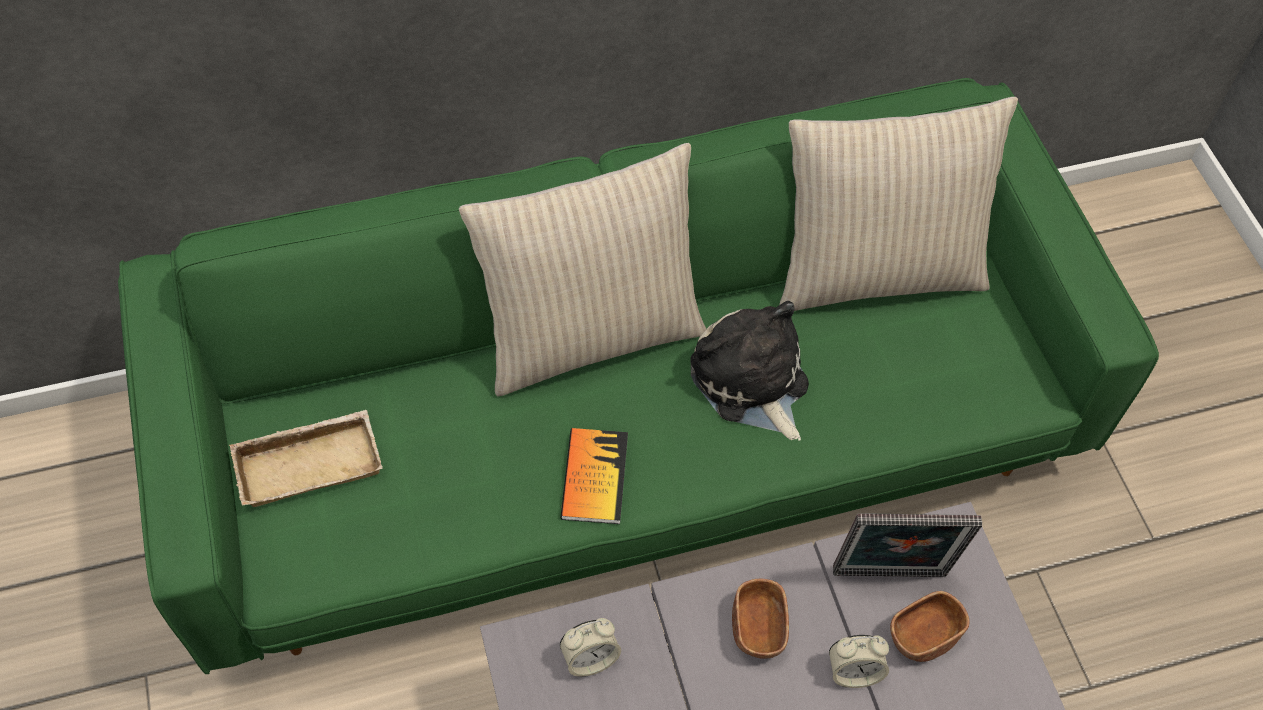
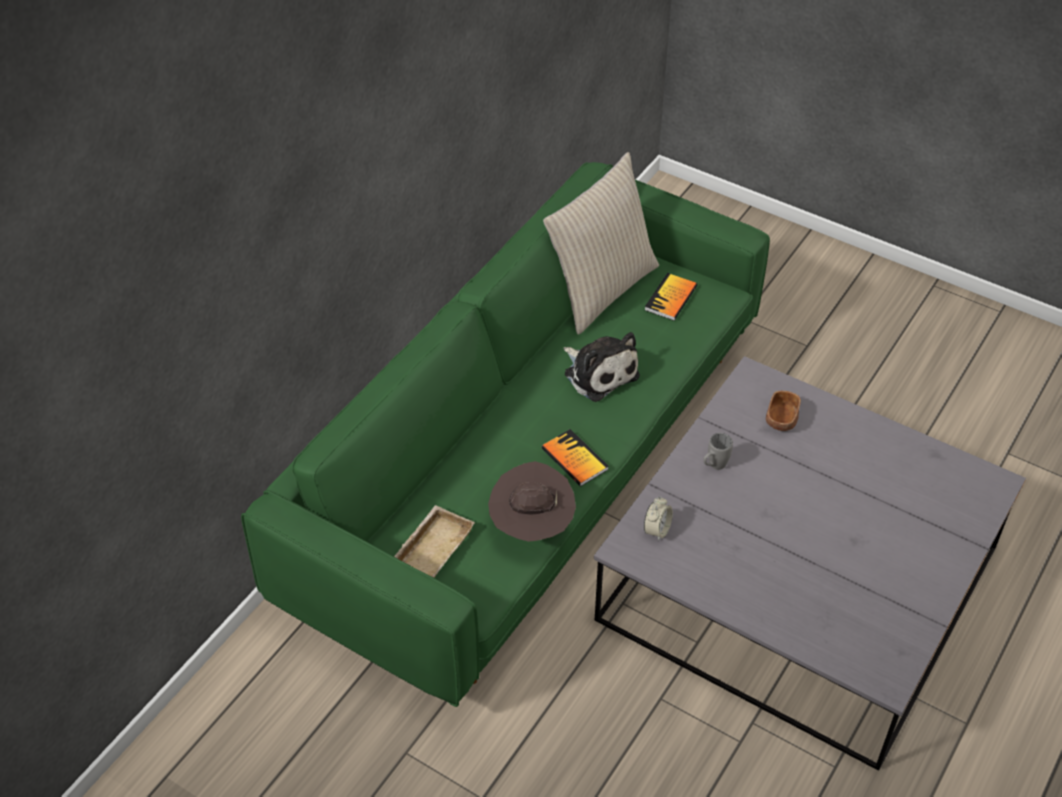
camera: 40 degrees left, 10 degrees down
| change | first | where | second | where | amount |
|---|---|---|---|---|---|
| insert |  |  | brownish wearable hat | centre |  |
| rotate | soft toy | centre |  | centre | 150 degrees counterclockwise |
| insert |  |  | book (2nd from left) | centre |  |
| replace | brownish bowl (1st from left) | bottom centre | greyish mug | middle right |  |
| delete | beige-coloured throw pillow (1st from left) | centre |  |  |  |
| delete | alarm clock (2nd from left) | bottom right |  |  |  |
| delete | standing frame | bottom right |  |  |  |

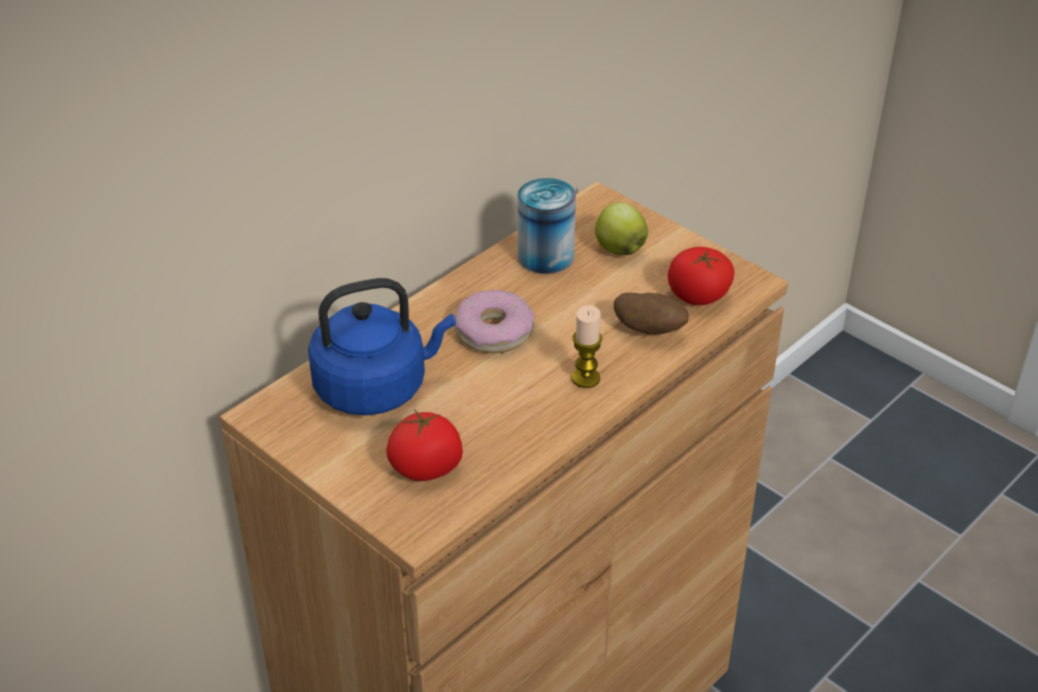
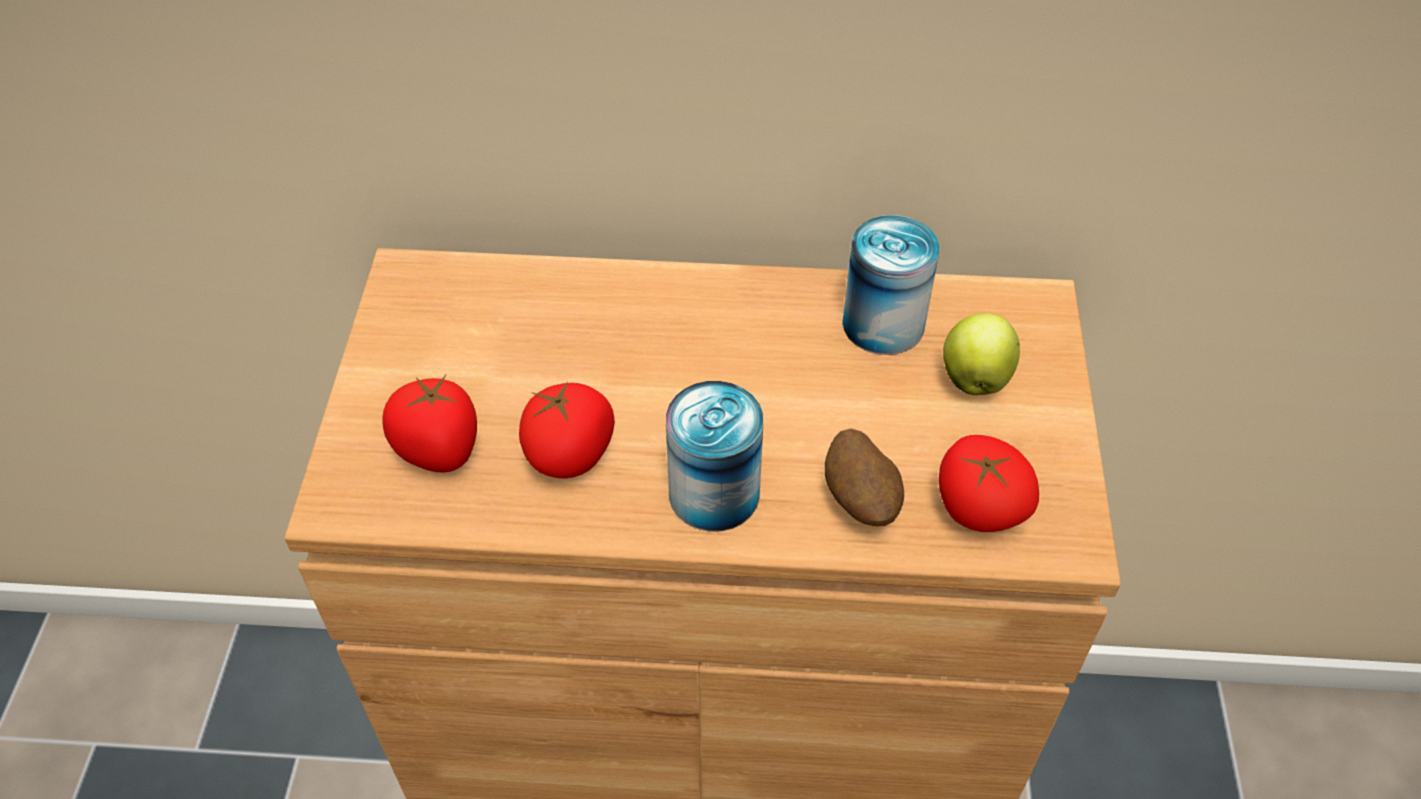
camera: 50 degrees right, 10 degrees up
| change | first | where | second | where | amount |
|---|---|---|---|---|---|
| insert |  |  | tomato (2nd from left) | centre |  |
| replace | wax light | centre | sealed can (1st from left) | centre |  |
| delete | blue water kettle | centre |  |  |  |
| delete | ring doughnut | centre |  |  |  |

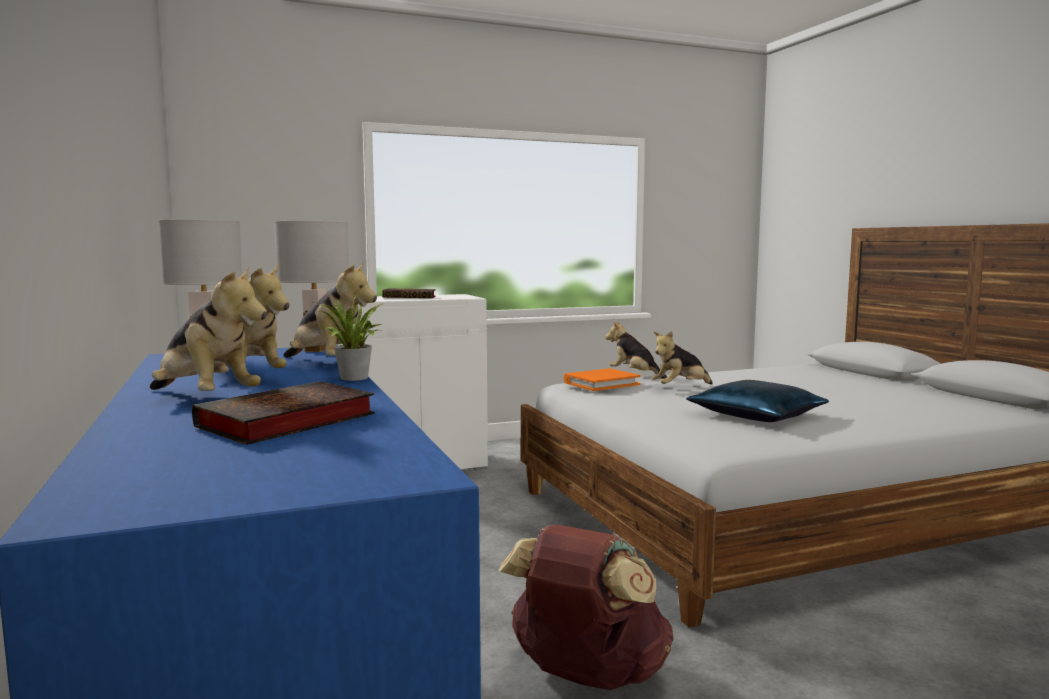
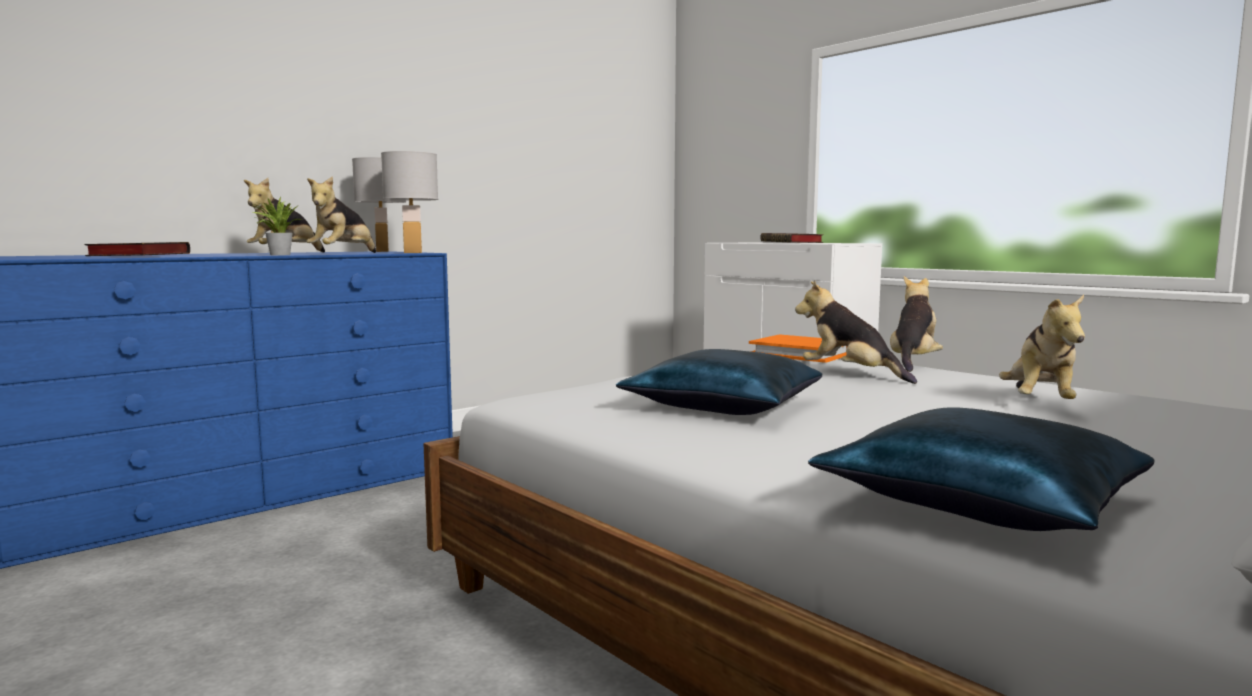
camera: 70 degrees right, 0 degrees up
| change | first | where | second | where | amount |
|---|---|---|---|---|---|
| insert |  |  | blue throw pillow (2nd from left) | bottom right |  |
| move | soft toy (1st from left in the first image) | middle left | soft toy (5th from left) | middle right |  |
| delete | brownish backpack | bottom centre |  |  |  |

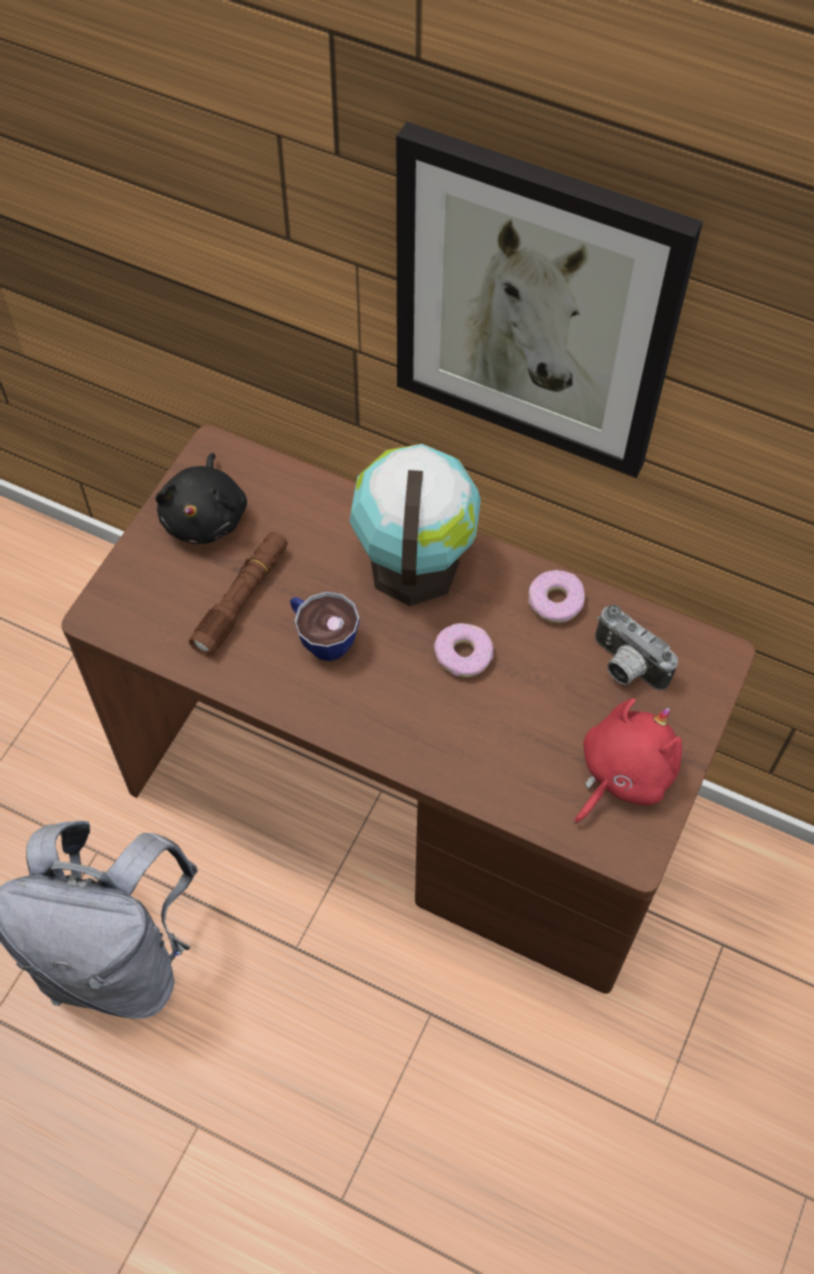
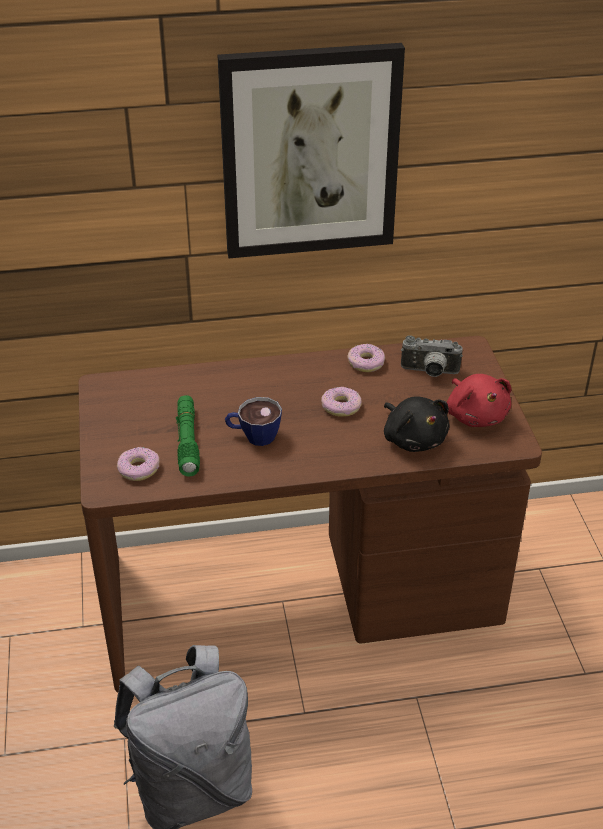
camera: 35 degrees left, 20 degrees down
| change | first | where | second | where | amount |
|---|---|---|---|---|---|
| insert |  |  | ring doughnut (1st from left) | middle left |  |
| recolor | brownish flashlight | middle left | green flashlight | middle left |  |
| move | black-coloured soft toy | middle left |  | middle right |  |
| rotate | red-coloured soft toy | middle right |  | middle right | 150 degrees clockwise |
| delete | desk globe | centre |  |  |  |

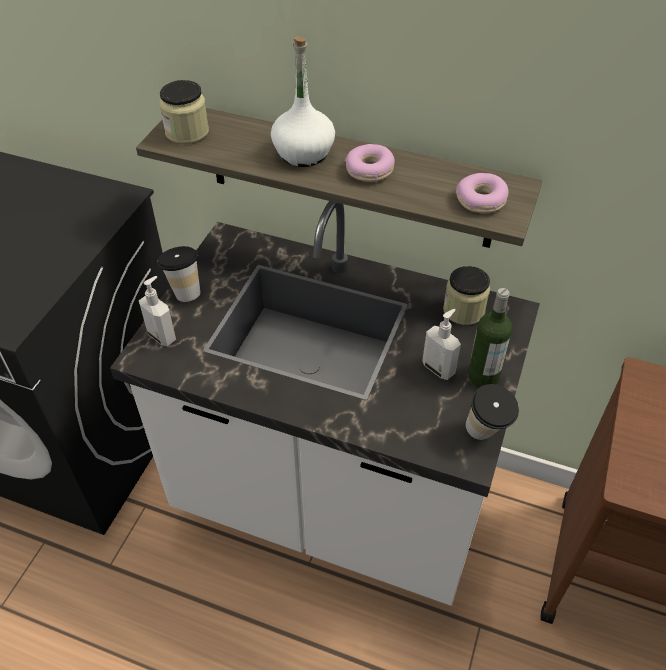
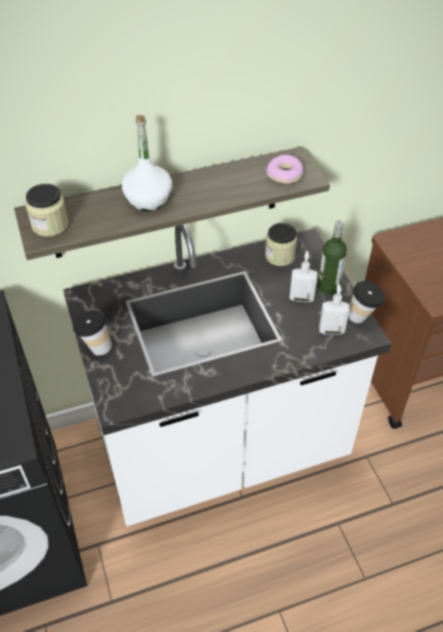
camera: 40 degrees left, 0 degrees up
| change | first | where | second | where | amount |
|---|---|---|---|---|---|
| move | soap bottle (1st from left in the first image) | middle left | soap bottle (2nd from left) | middle right |  |
| delete | ring doughnut (1st from left) | top centre |  |  |  |

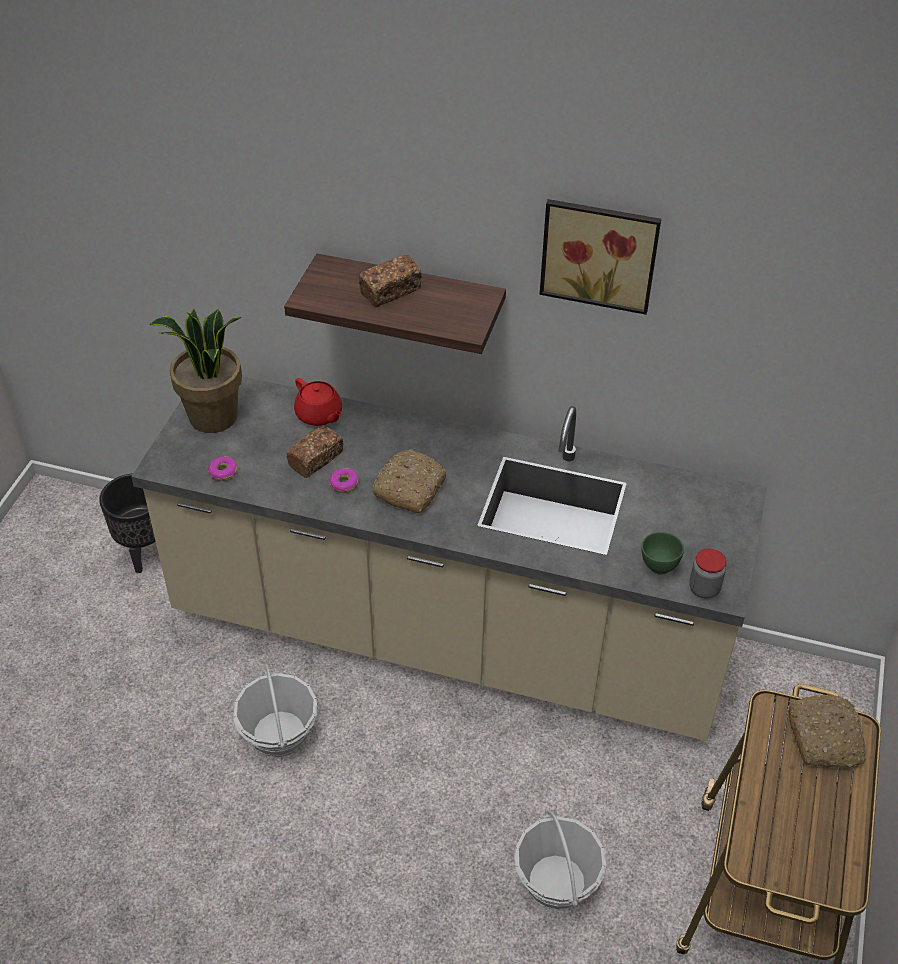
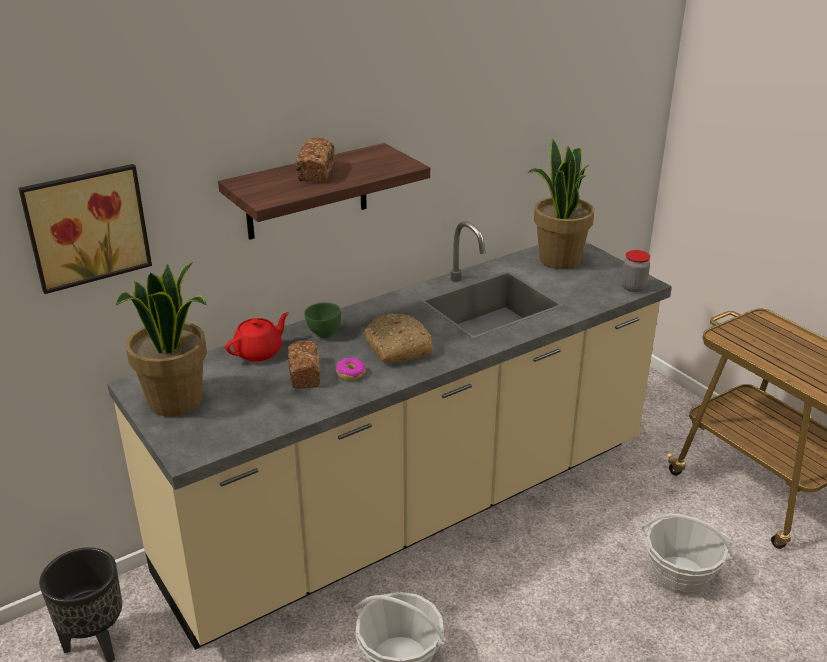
camera: 50 degrees left, 15 degrees down
| change | first | where | second | where | amount |
|---|---|---|---|---|---|
| move | wall picture | top right |  | middle left |  |
| rotate | red-coloured pot for tea | centre |  | middle left | 45 degrees counterclockwise |
| move | green bowl | middle right |  | centre |  |
| insert |  |  | plant in a pot (2nd from left) | top right |  |
| delete | ring doughnut (1st from left) | middle left |  |  |  |
| delete | bread (4th from left) | bottom right |  |  |  |

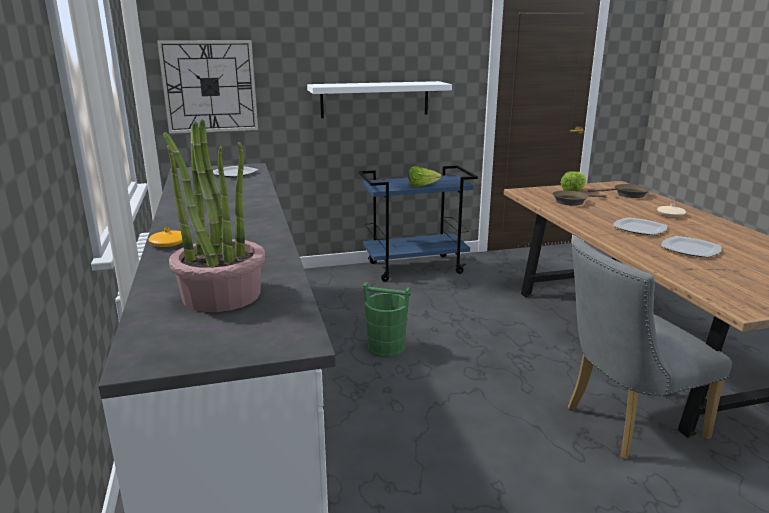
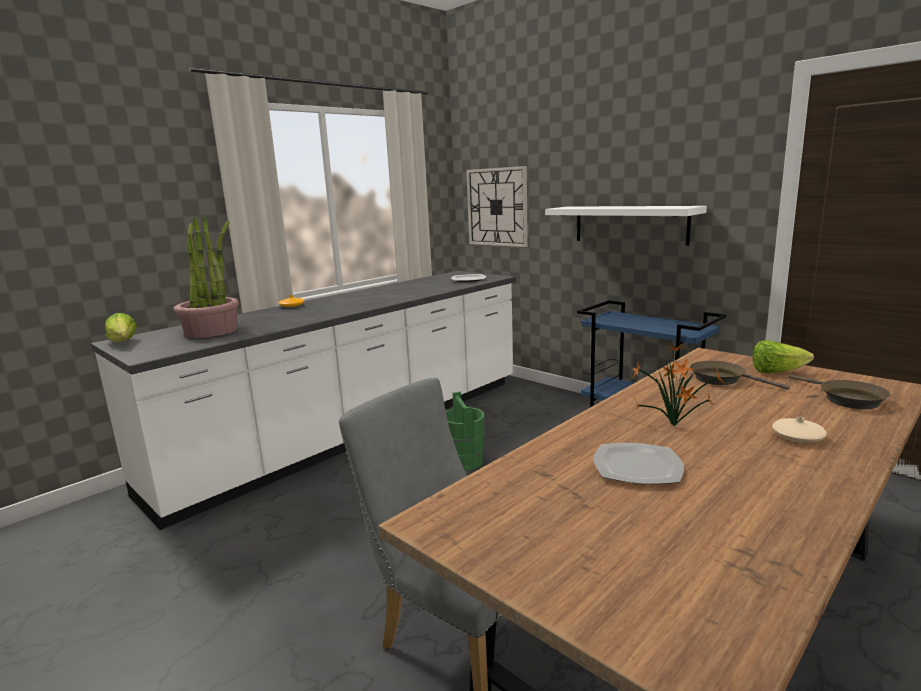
camera: 60 degrees right, 5 degrees down
| change | first | where | second | where | amount |
|---|---|---|---|---|---|
| move | head of lettuce (1st from left) | centre |  | middle left |  |
| replace | dinner plate (2nd from left) | middle right | plant in a pot (2nd from left) | middle right |  |

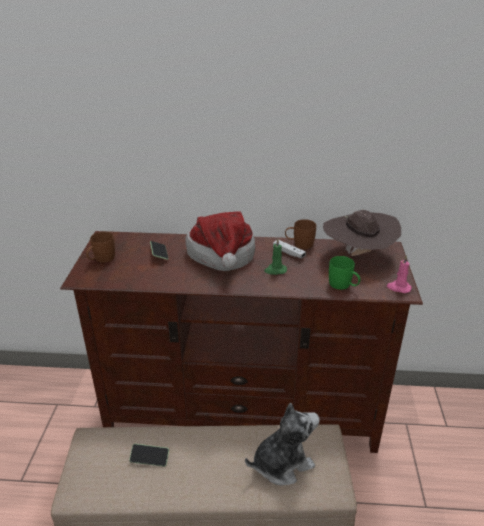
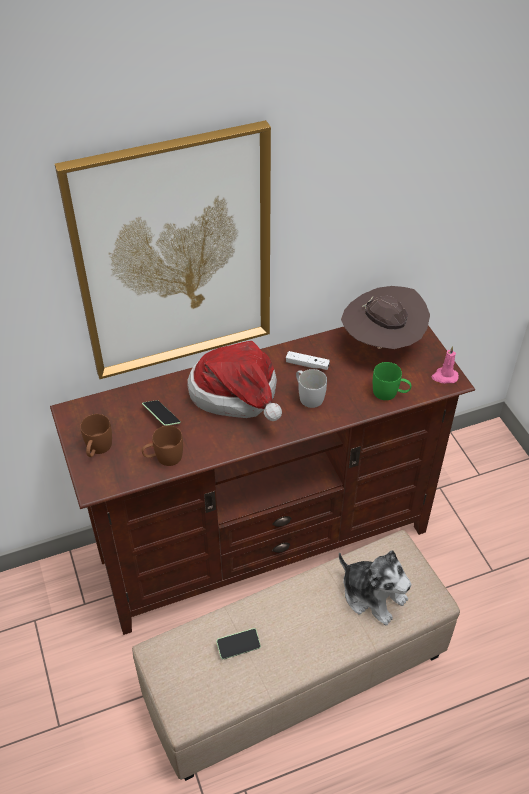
camera: 25 degrees left, 15 degrees up
| change | first | where | second | where | amount |
|---|---|---|---|---|---|
| insert |  |  | wall picture | top left |  |
| move | brownish mug (2nd from left) | centre |  | middle left |  |
| replace | green wax light | centre | whitish mug | centre |  |
| rotate | soft toy | bottom centre |  | bottom right | 90 degrees clockwise |

